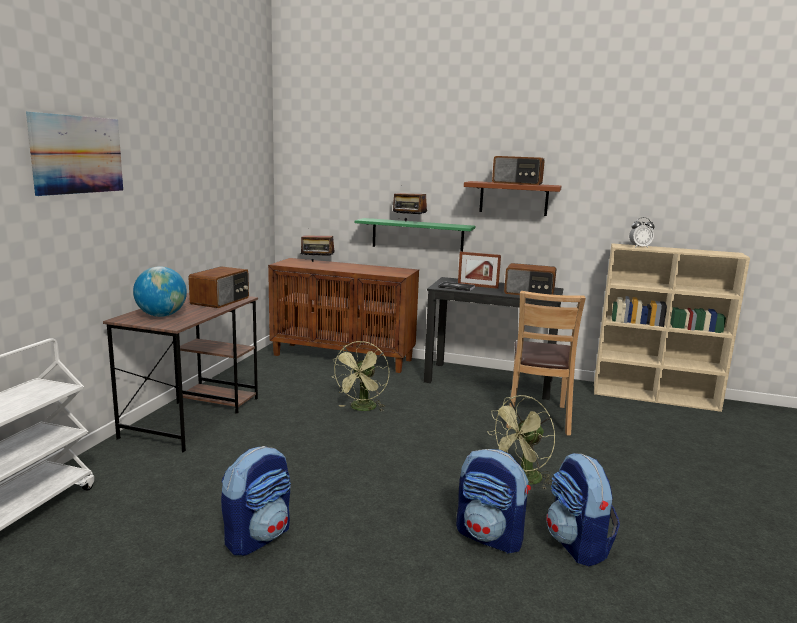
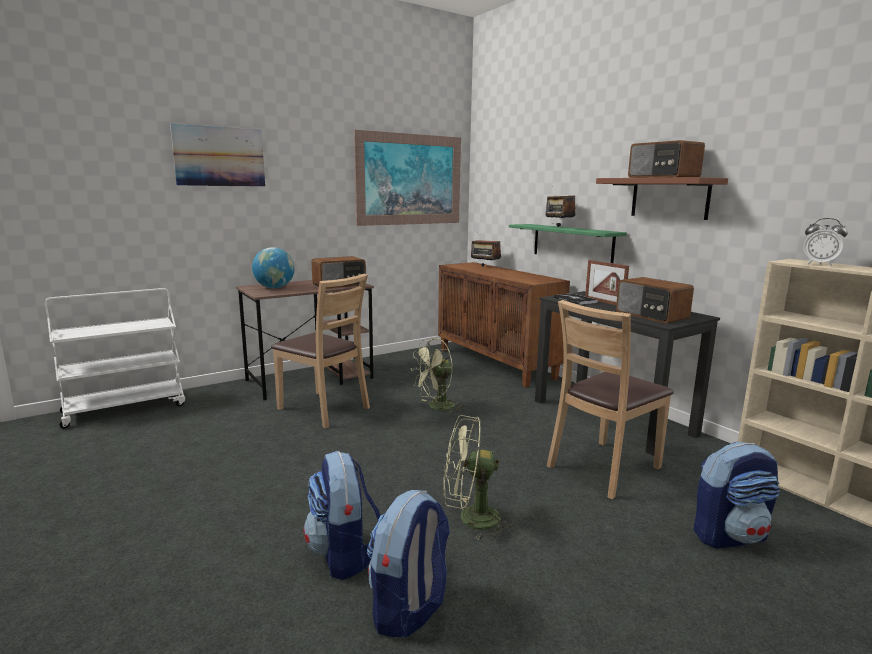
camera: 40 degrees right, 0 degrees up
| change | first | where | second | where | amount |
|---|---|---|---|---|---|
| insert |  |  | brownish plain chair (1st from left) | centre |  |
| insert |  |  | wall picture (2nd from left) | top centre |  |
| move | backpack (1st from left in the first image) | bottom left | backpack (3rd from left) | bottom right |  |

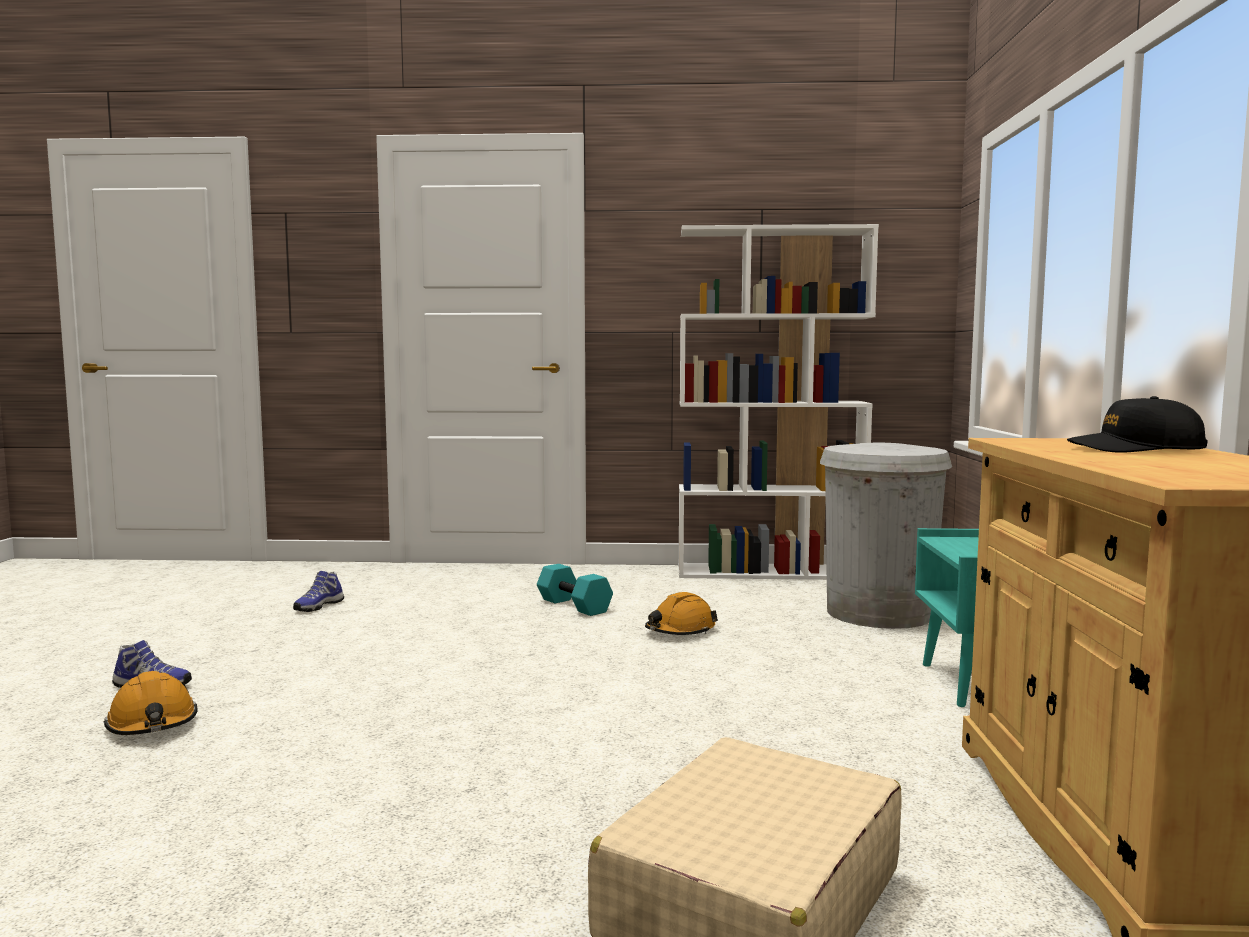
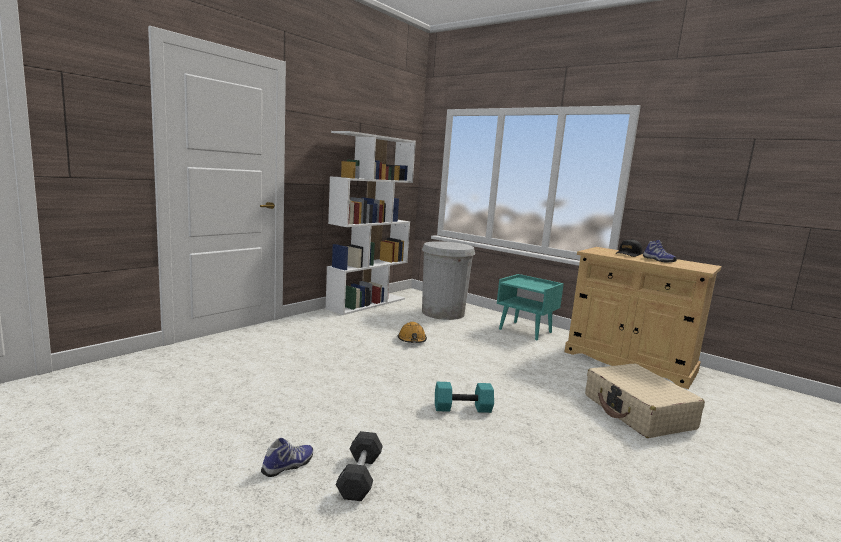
camera: 55 degrees left, 5 degrees up
| change | first | where | second | where | amount |
|---|---|---|---|---|---|
| replace | orange-coloured safety helmet (1st from left) | bottom left | black-coloured dumbbell | bottom centre |  |
| move | turquoise-coloured dumbbell | centre |  | bottom centre |  |
| move | low shoe (2nd from left) | middle left |  | middle right |  |

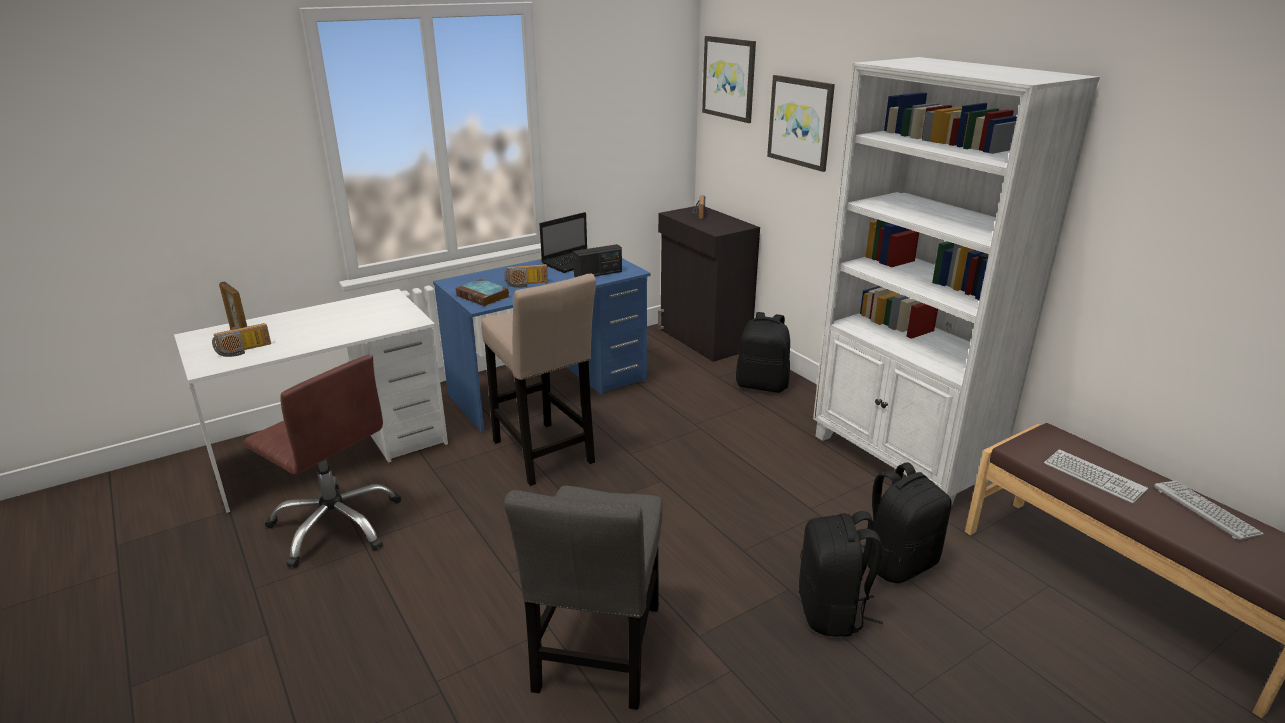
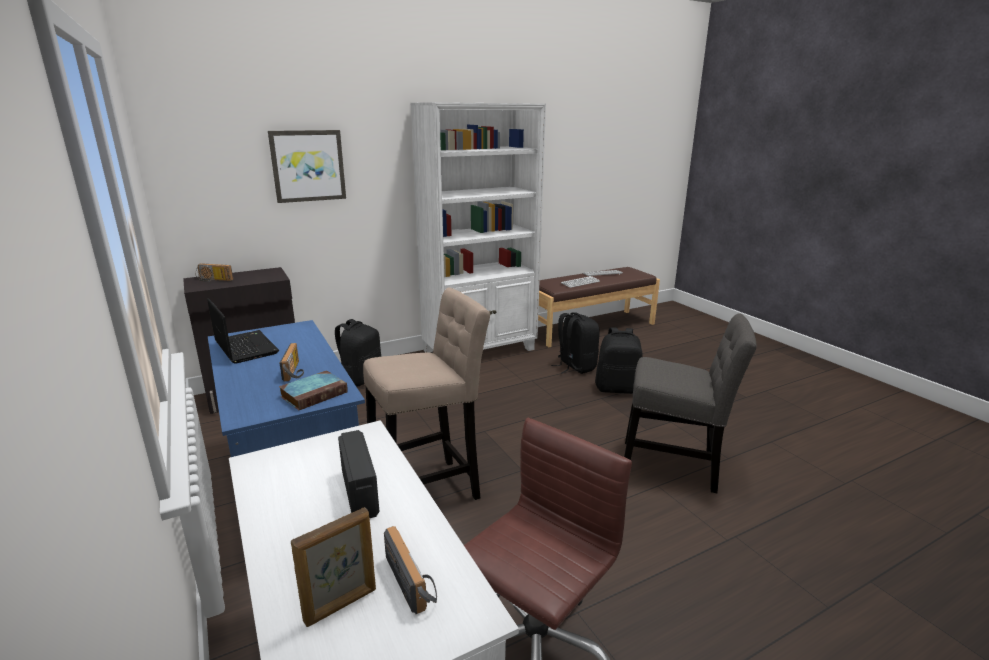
camera: 85 degrees left, 5 degrees down
| change | first | where | second | where | amount |
|---|---|---|---|---|---|
| move | radio receiver (3rd from left) | centre |  | bottom centre |  |
| delete | wall picture (1st from left) | top centre |  |  |  |

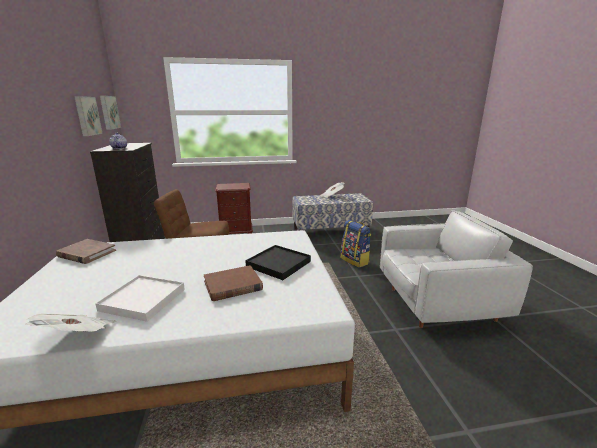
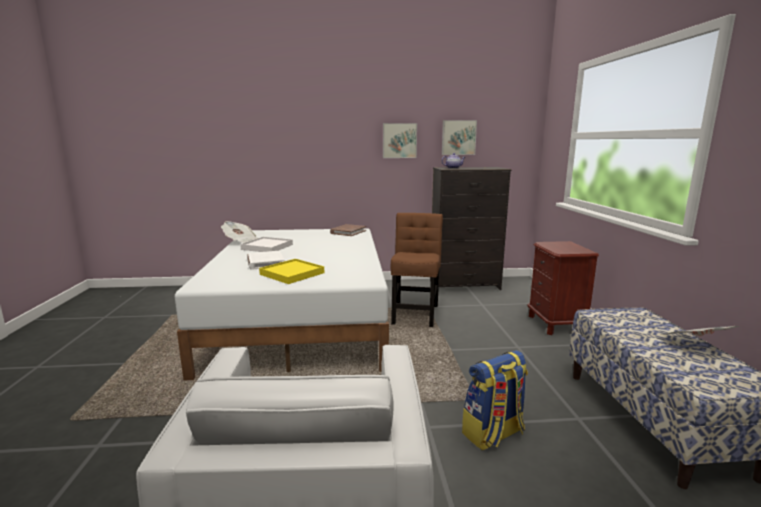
camera: 95 degrees right, 5 degrees down
| change | first | where | second | where | amount |
|---|---|---|---|---|---|
| recolor | brownish book (2nd from left) | centre | whitish book | centre |  |
| recolor | black-coloured tray | centre | yellowish tray | centre |  |
| move | wall picture (2nd from left in the first image) | top left | wall picture (1st from left) | top centre |  |

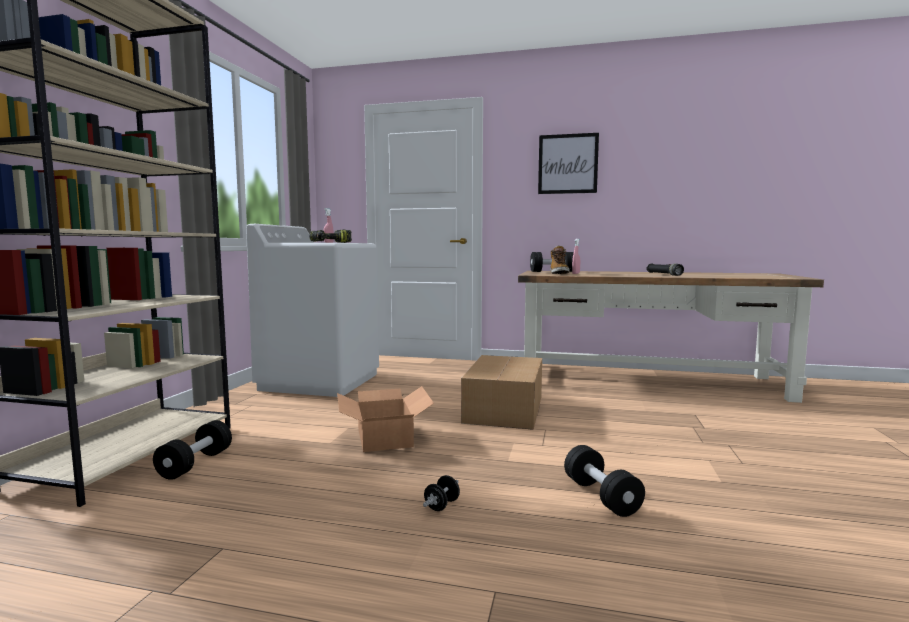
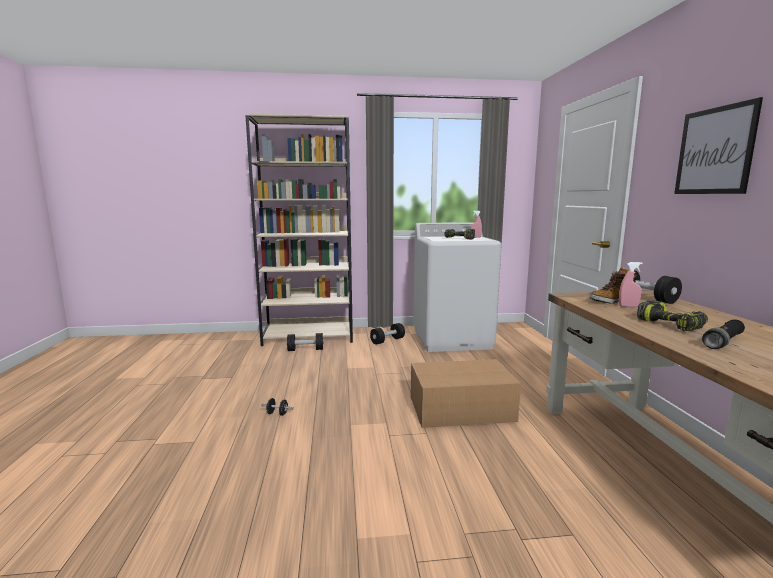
camera: 70 degrees right, 5 degrees up
| change | first | where | second | where | amount |
|---|---|---|---|---|---|
| move | black-coloured dumbbell (4th from left in the first image) | bottom centre | black-coloured dumbbell (3rd from left) | centre |  |
| insert |  |  | electric drill (2nd from left) | middle right |  |
| delete | packing box (1st from left) | bottom centre |  |  |  |

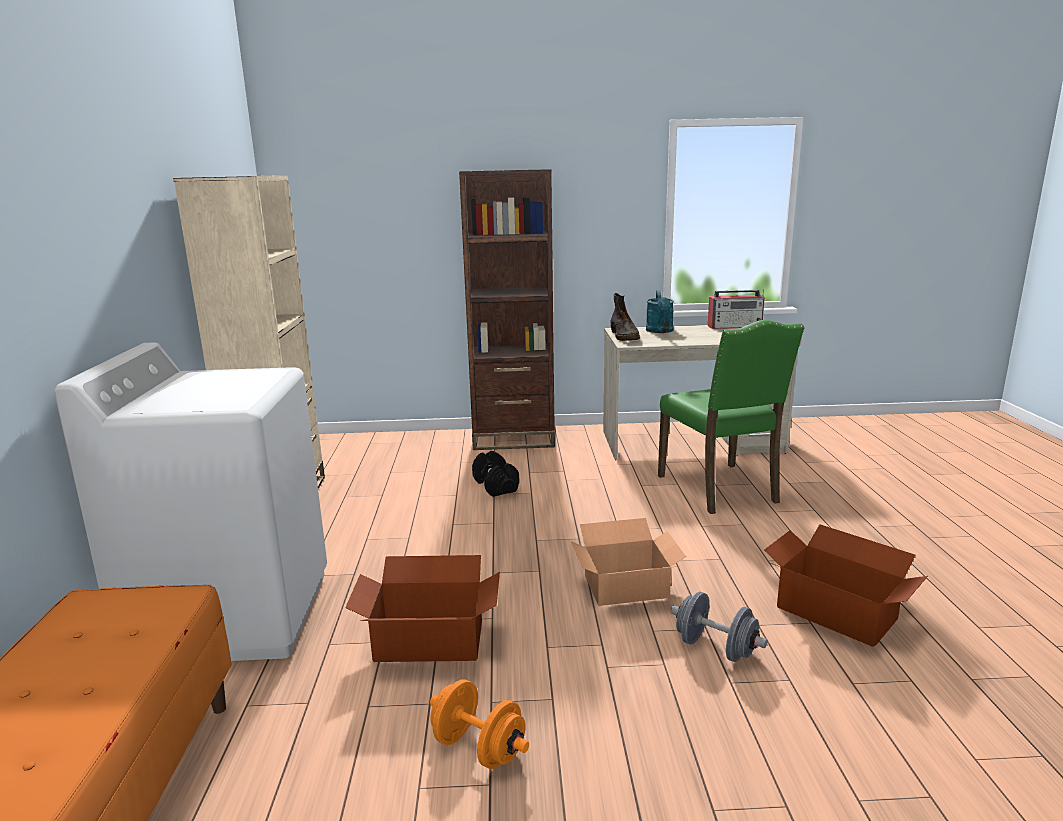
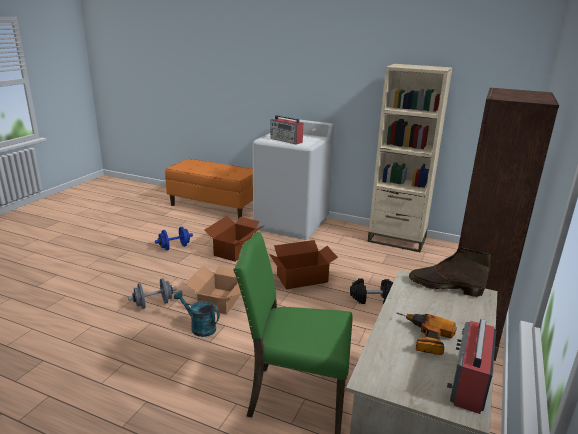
camera: 115 degrees right, 5 degrees up
| change | first | where | second | where | amount |
|---|---|---|---|---|---|
| recolor | orange-coloured dumbbell | bottom centre | blue dumbbell | middle left |  |
| move | turquoise-coloured watering can | centre |  | bottom centre |  |
| move | packing box (3rd from left) | bottom right |  | centre |  |
| insert |  |  | radio receiver (1st from left) | top centre |  |
| insert |  |  | electric drill | bottom right |  |

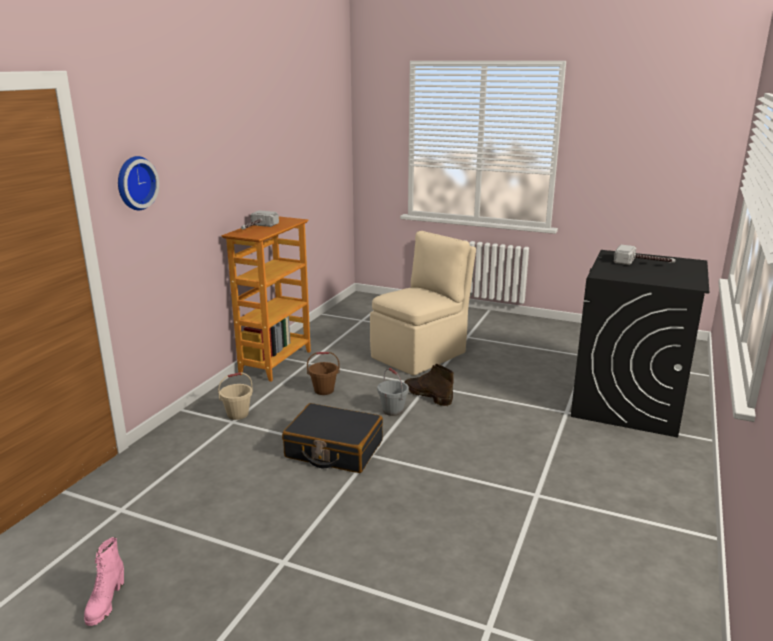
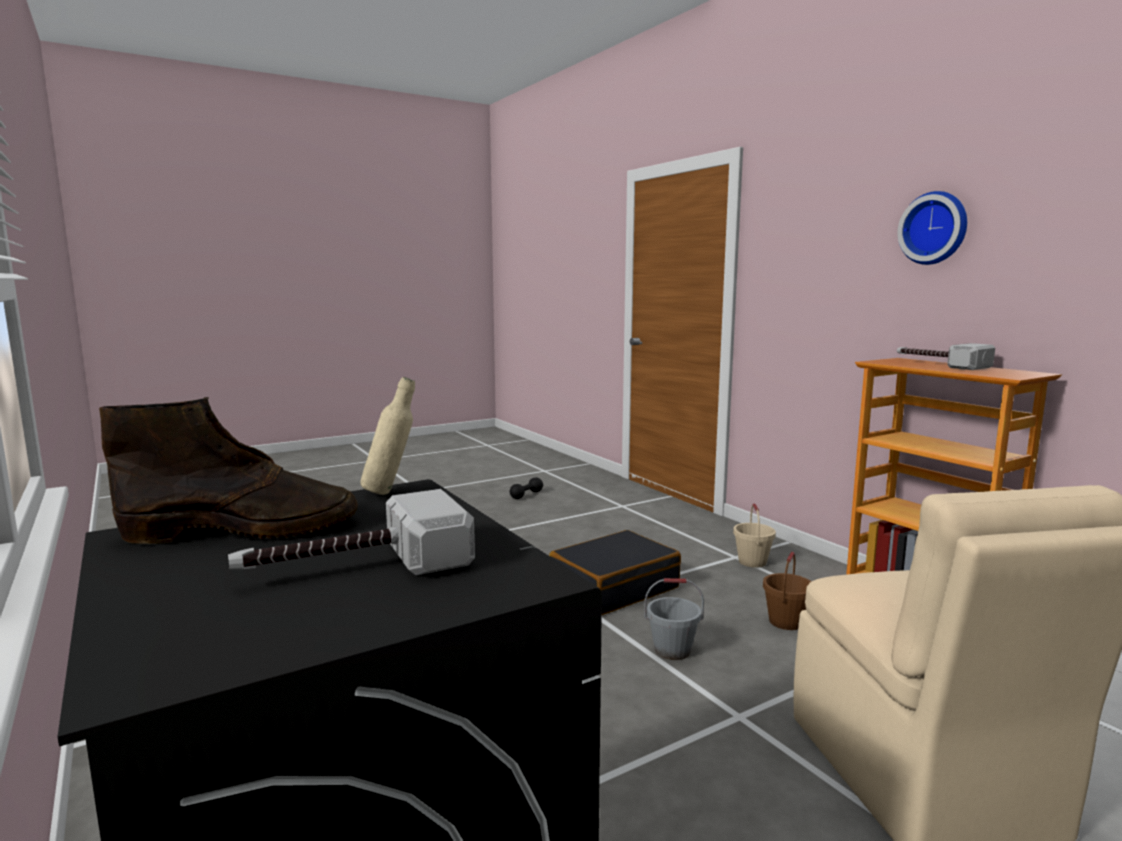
camera: 125 degrees right, 10 degrees down
| change | first | where | second | where | amount |
|---|---|---|---|---|---|
| move | brownish tall boot | centre |  | middle left |  |
| insert |  |  | beige-coloured beverage bottle | centre |  |
| replace | pink-coloured tall boot | bottom left | black-coloured dumbbell | centre |  |
| move | hanging clock | top left |  | top right |  |

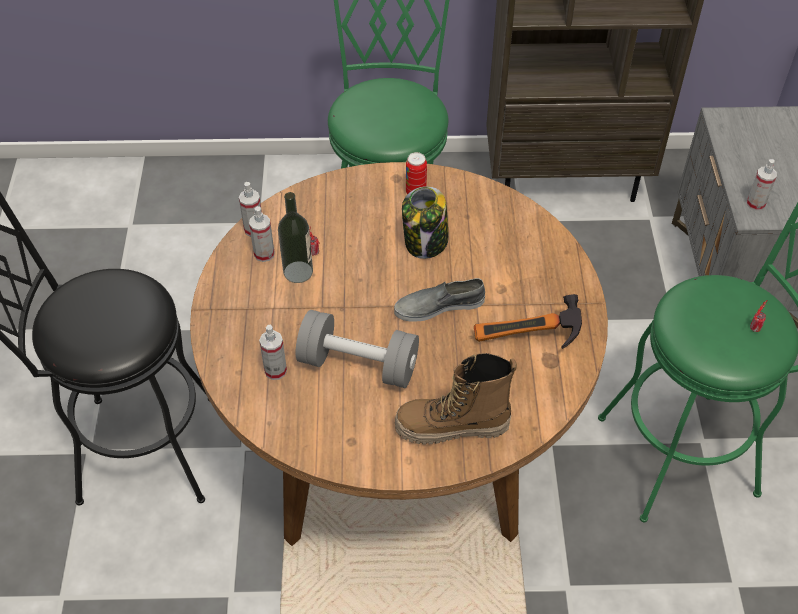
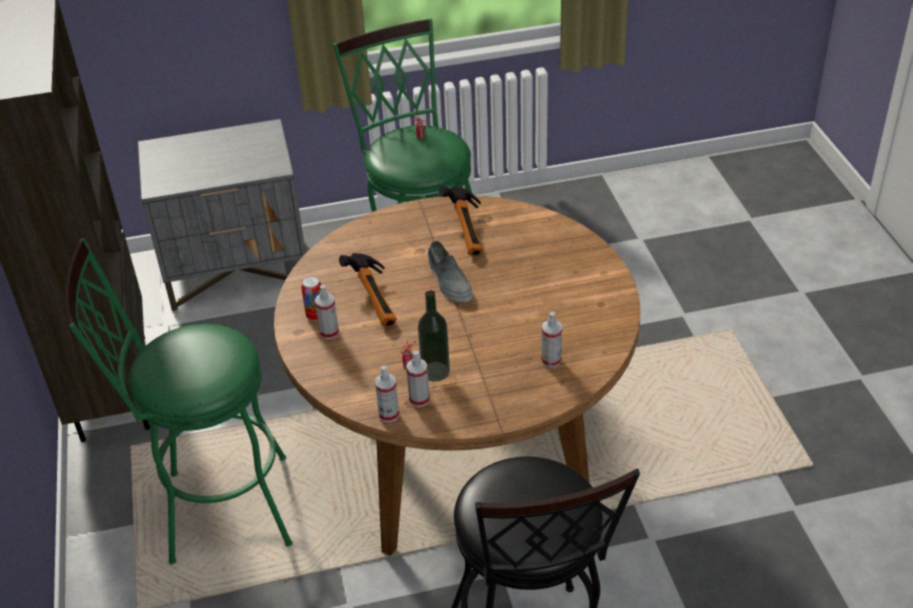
camera: 100 degrees left, 10 degrees down
| change | first | where | second | where | amount |
|---|---|---|---|---|---|
| move | spray bottle (4th from left in the first image) | top right | spray bottle (1st from left) | centre |  |
| replace | preserve jar | centre | hand hammer (1st from left) | centre |  |
| delete | greyish dumbbell | centre |  |  |  |
| delete | tall boot | centre |  |  |  |

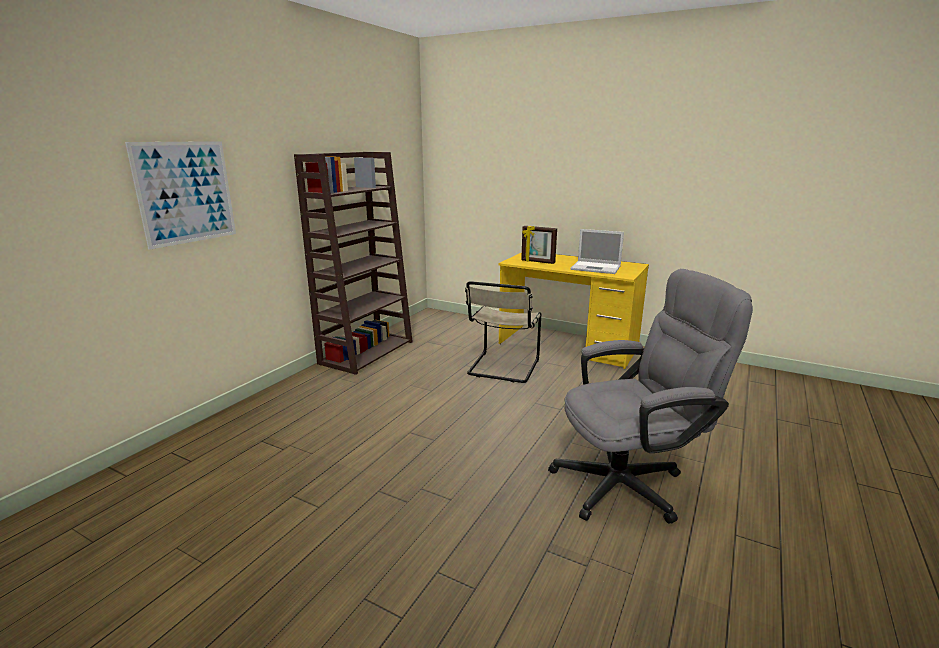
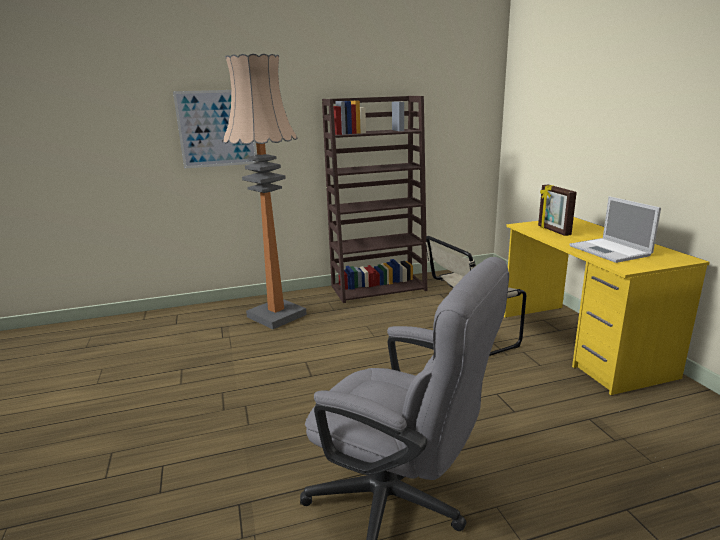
camera: 45 degrees right, 0 degrees up
| change | first | where | second | where | amount |
|---|---|---|---|---|---|
| insert |  |  | floor lamp | centre |  |

